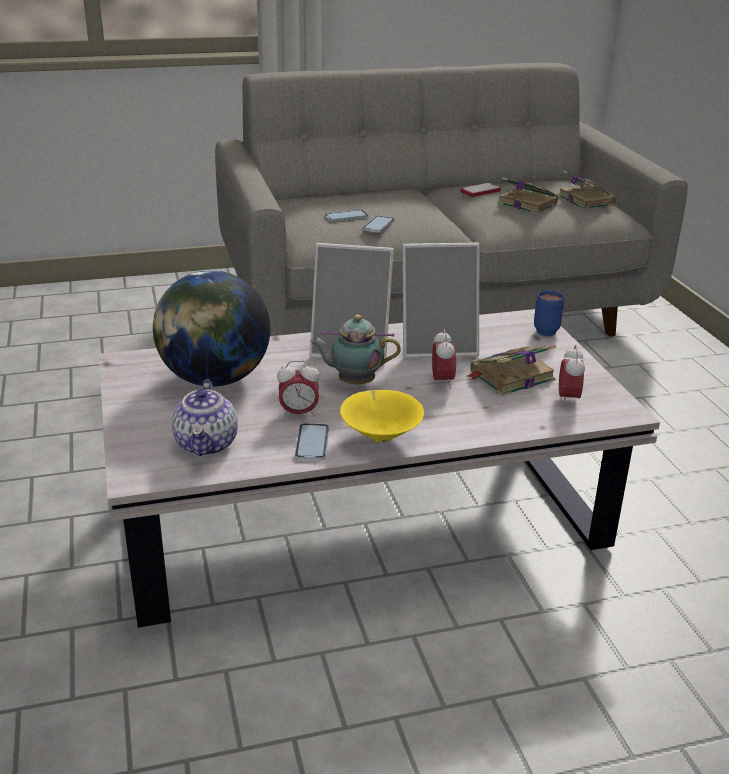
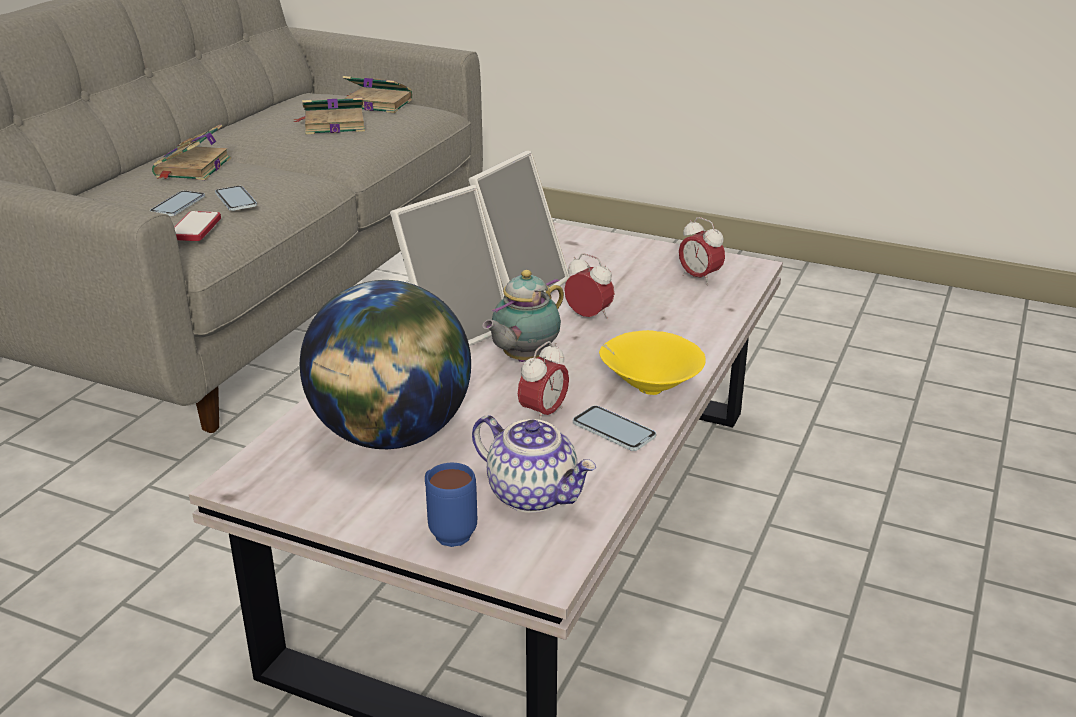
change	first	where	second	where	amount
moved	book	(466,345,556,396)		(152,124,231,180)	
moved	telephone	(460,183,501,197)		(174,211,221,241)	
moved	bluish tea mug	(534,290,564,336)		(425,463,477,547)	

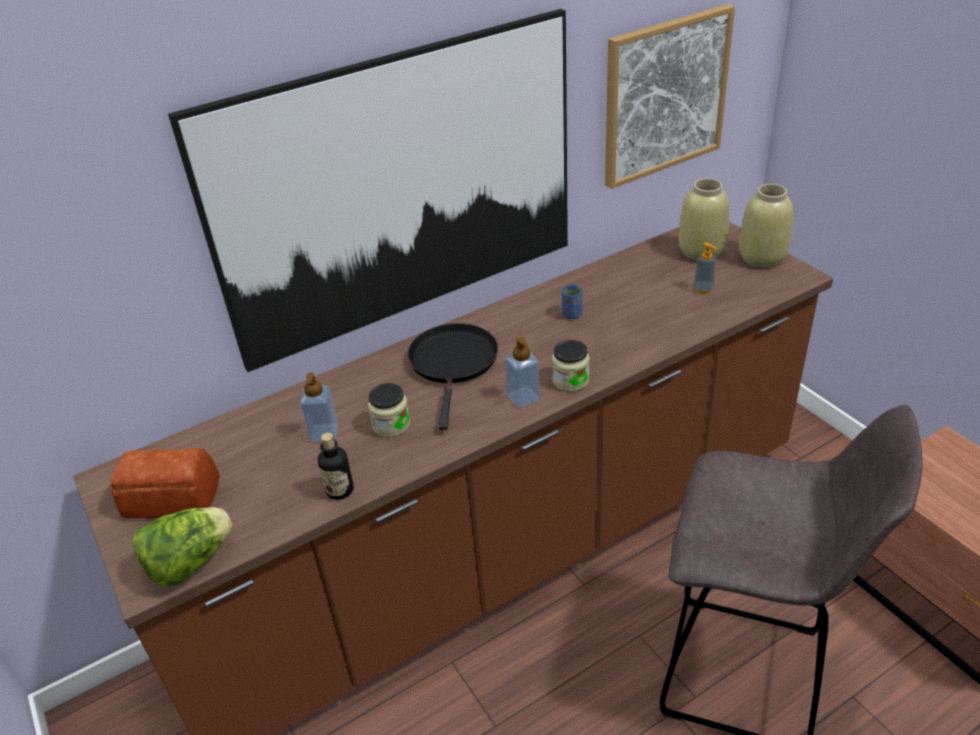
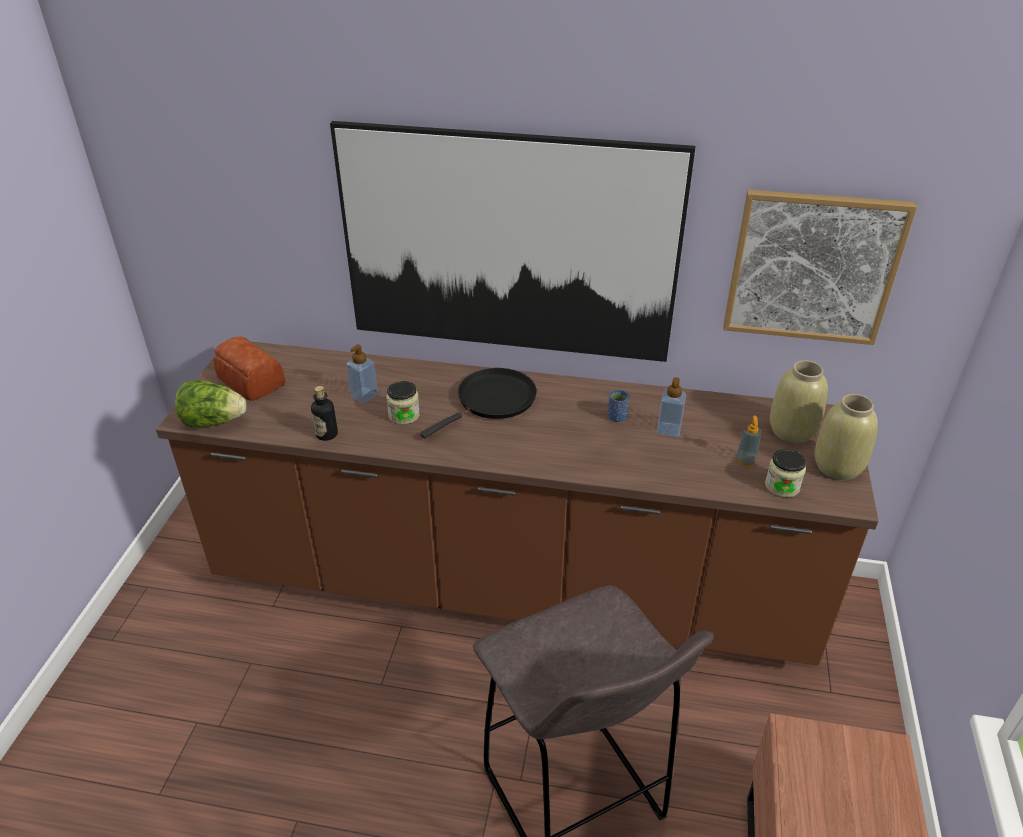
change	first	where	second	where	amount
moved	soap bottle	(505,337,540,408)		(657,377,686,437)	
moved	jar	(552,340,590,392)		(765,449,806,498)	

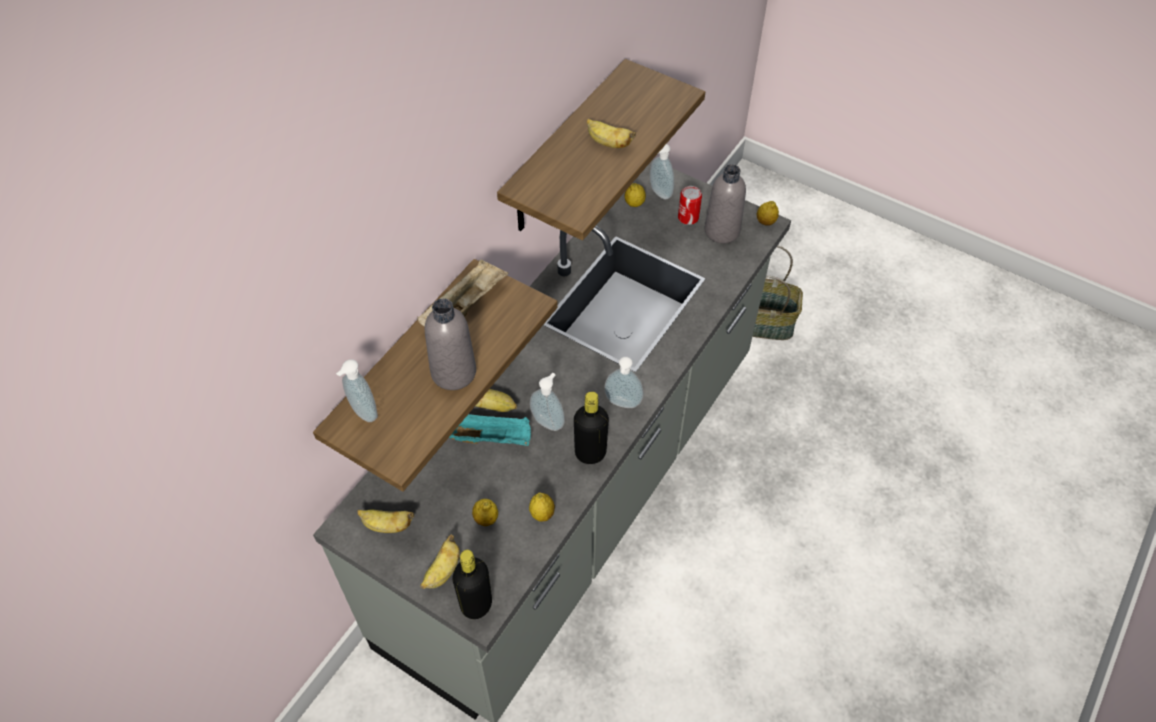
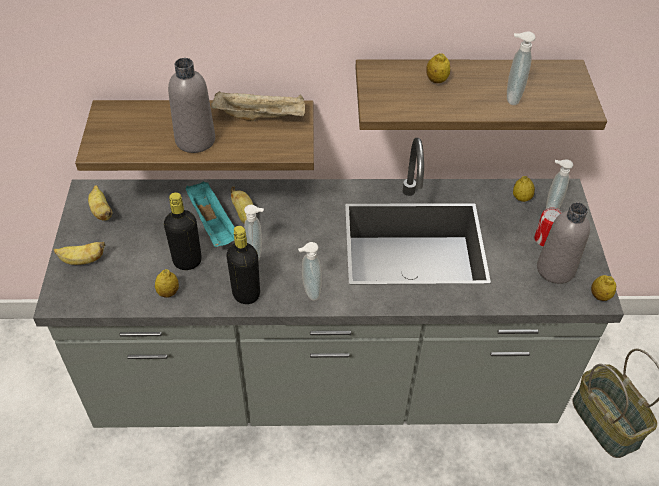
change	first	where	second	where	amount
moved	black drink bottle	(453,550,492,619)		(164,192,202,270)	
moved	whole lemon	(472,499,498,526)		(426,53,450,83)	
moved	soap bottle	(336,359,378,422)		(507,31,536,105)	
removed	banana fruit	(587,119,636,148)			

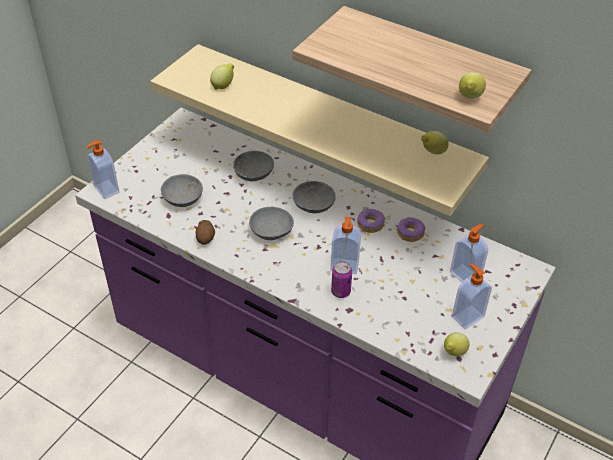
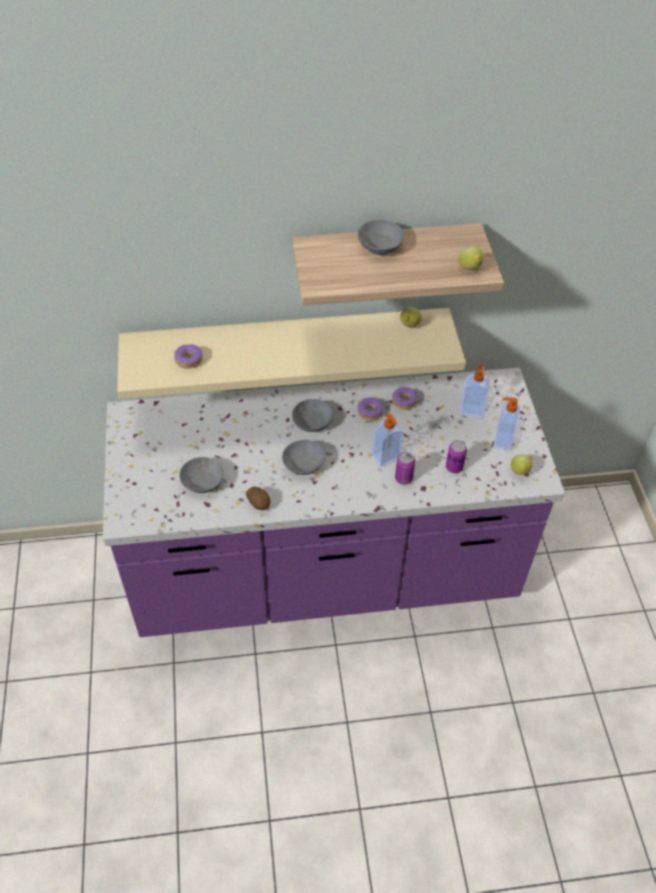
change	first	where	second	where	amount
replaced	whole lemon	(210,63,234,90)	donut	(174,344,203,369)	
moved	greyish serving bowl	(233,151,274,181)		(358,220,404,255)	
added			sealed can	(446,441,467,473)	
removed	soap bottle	(86,140,120,199)			

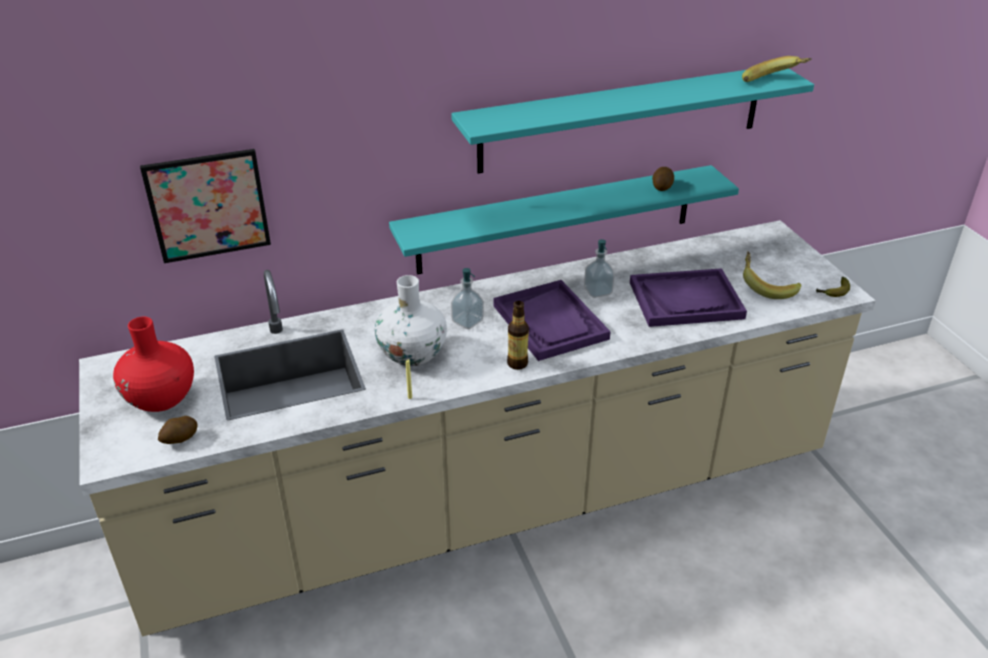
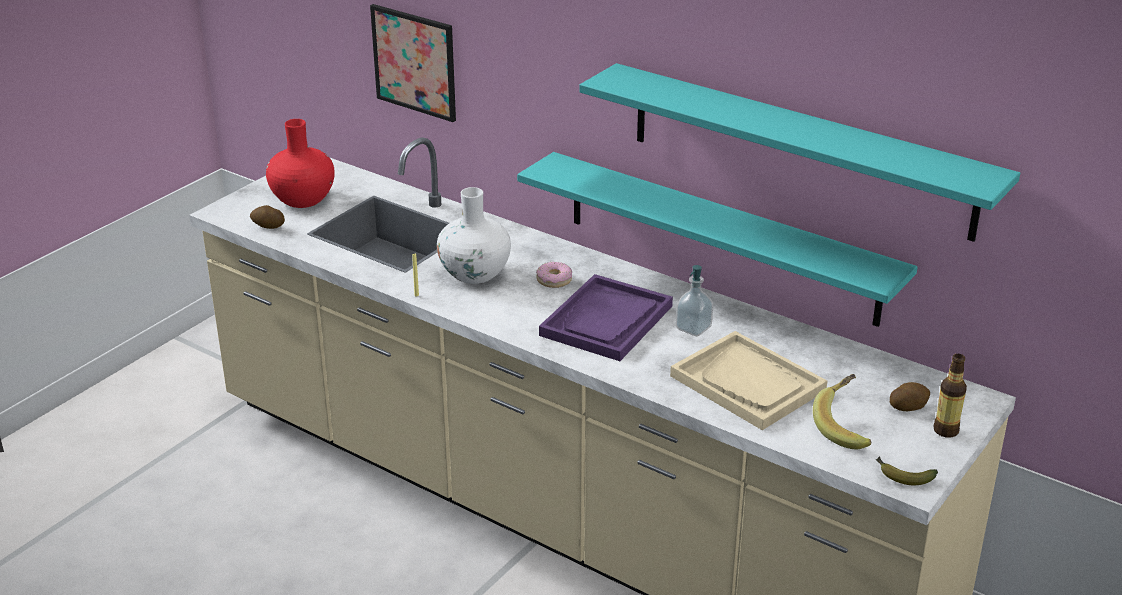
change	first	where	second	where	amount
replaced	soap bottle	(451,268,484,329)	donut	(536,262,572,288)	
recoloured	purple tray	(630,268,747,327)	beige tray	(670,331,827,430)	
moved	potato	(652,167,674,191)		(890,382,930,411)	
moved	drink bottle	(507,301,529,370)		(934,354,967,437)	
removed	banana fruit	(742,56,811,82)			

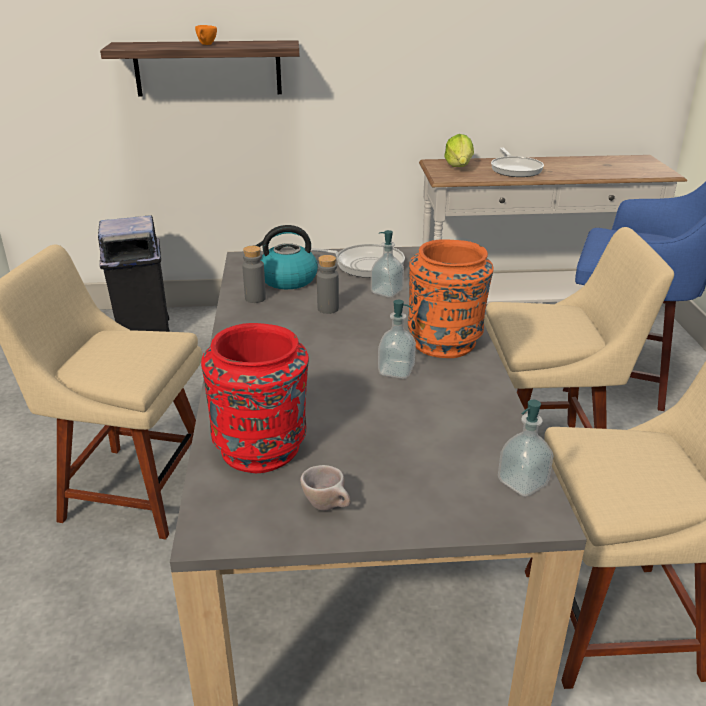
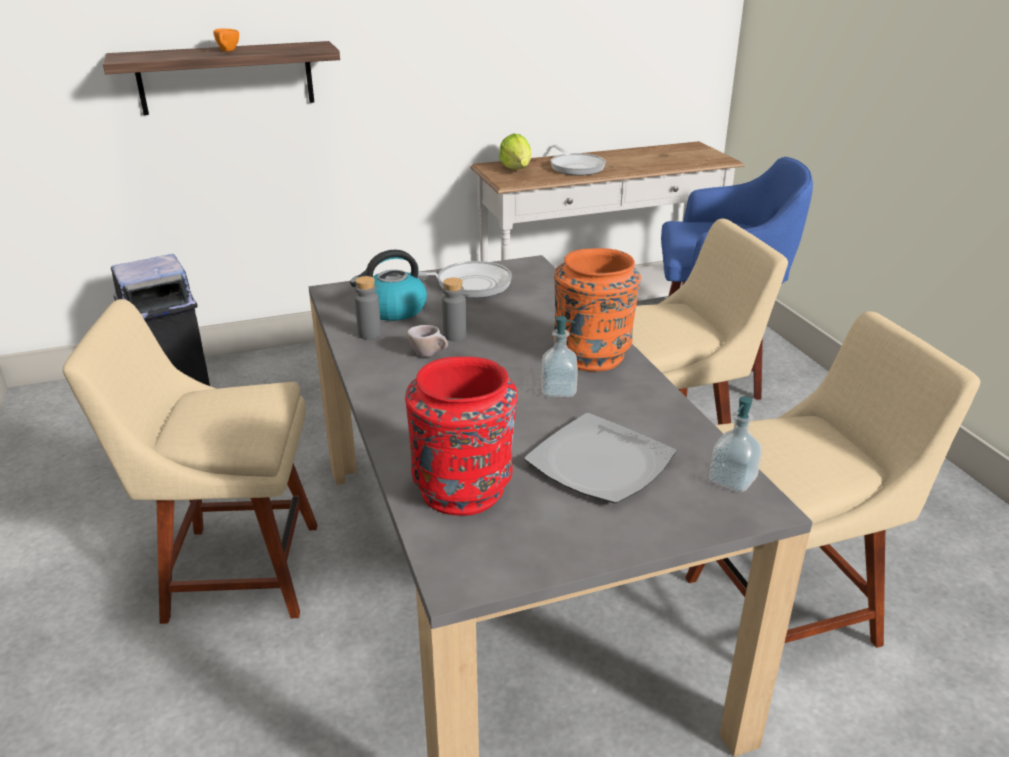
change	first	where	second	where	amount
moved	beige small cup	(300,465,351,511)		(407,325,448,357)	
added			plate	(524,413,676,503)	
removed	soap bottle	(371,230,404,298)			

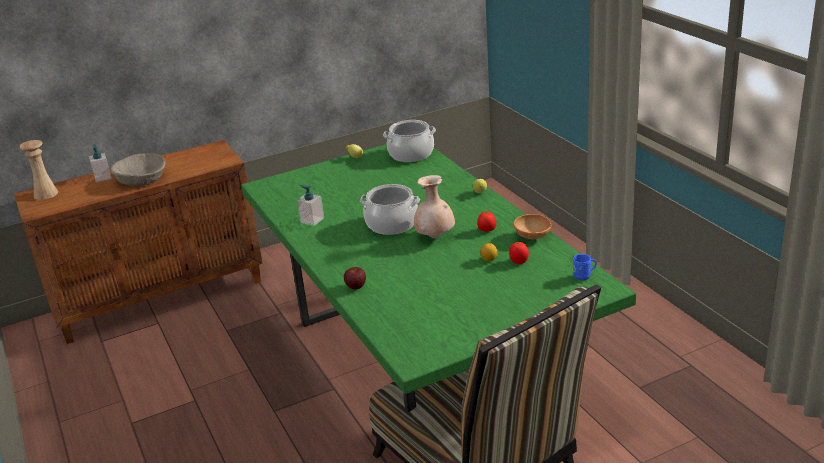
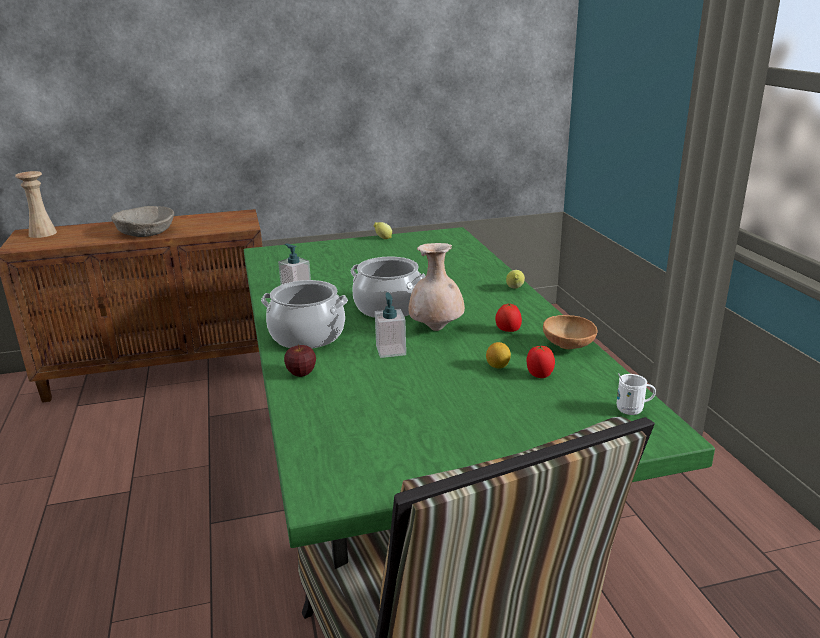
change	first	where	second	where	amount
moved	stockpot	(383,120,436,162)		(261,280,348,349)	
moved	soap bottle	(89,144,112,182)		(375,292,406,358)	
recoloured	bluish tea mug	(573,254,597,280)	white tea mug	(617,373,656,415)	

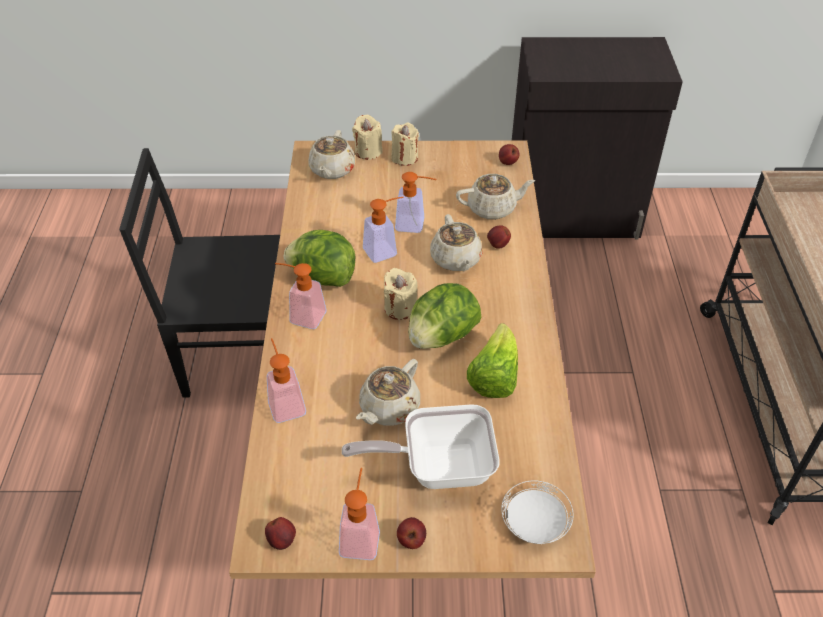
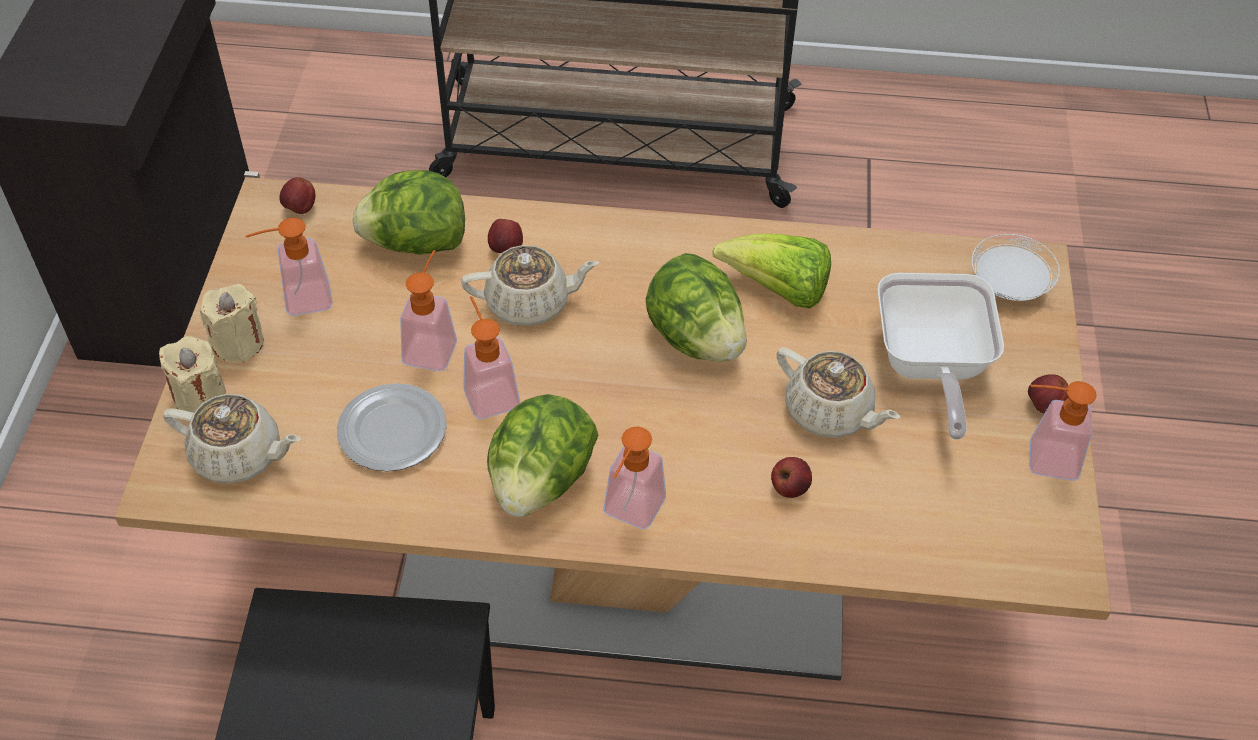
change	first	where	second	where	amount
moved	soap bottle	(267,338,306,423)		(245,218,333,316)	
added			plate	(337,383,447,472)	
replaced	beige tea pot	(456,174,535,220)	lettuce head	(353,170,465,255)	
moved	whole apple	(265,517,296,550)		(771,457,812,498)	
removed	beige wax candle	(384,268,418,320)			

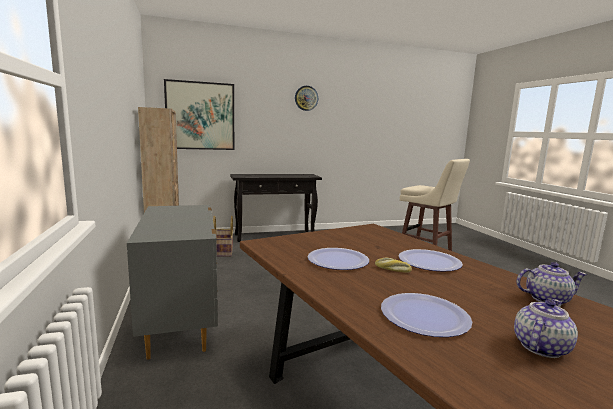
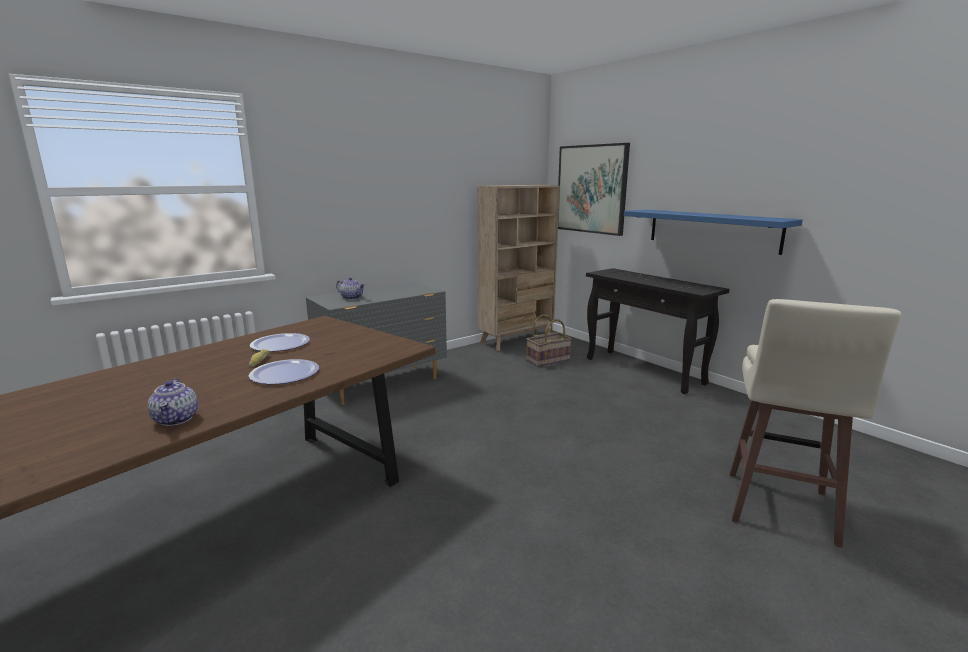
change	first	where	second	where	amount
moved	tea pot	(514,299,578,358)		(336,277,365,300)	
added			bluish bracket shelf	(624,210,803,255)	
removed	hanging clock	(295,86,318,111)			
removed	plate	(381,293,472,337)			

